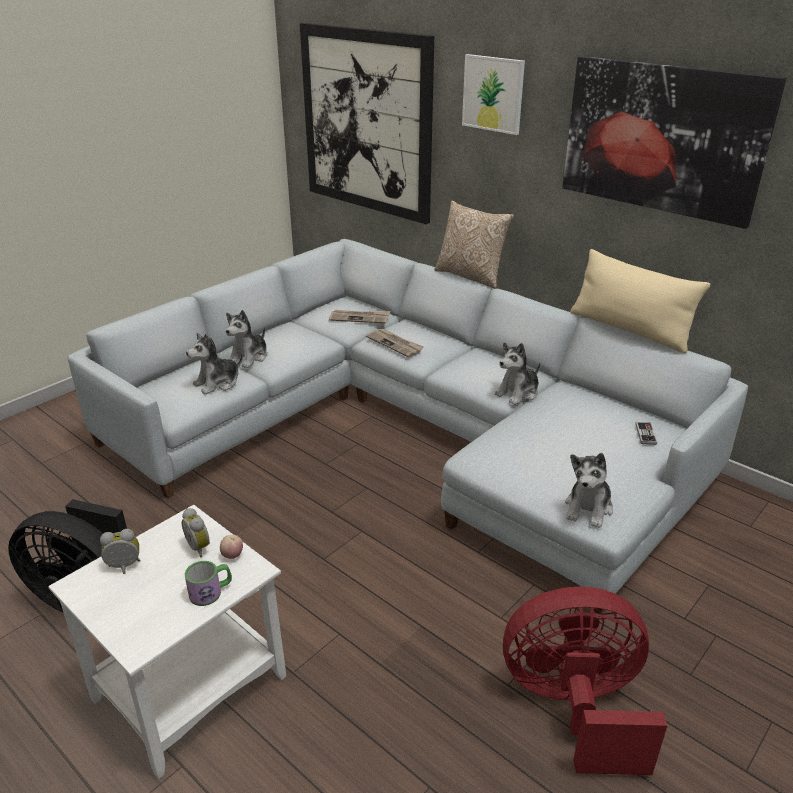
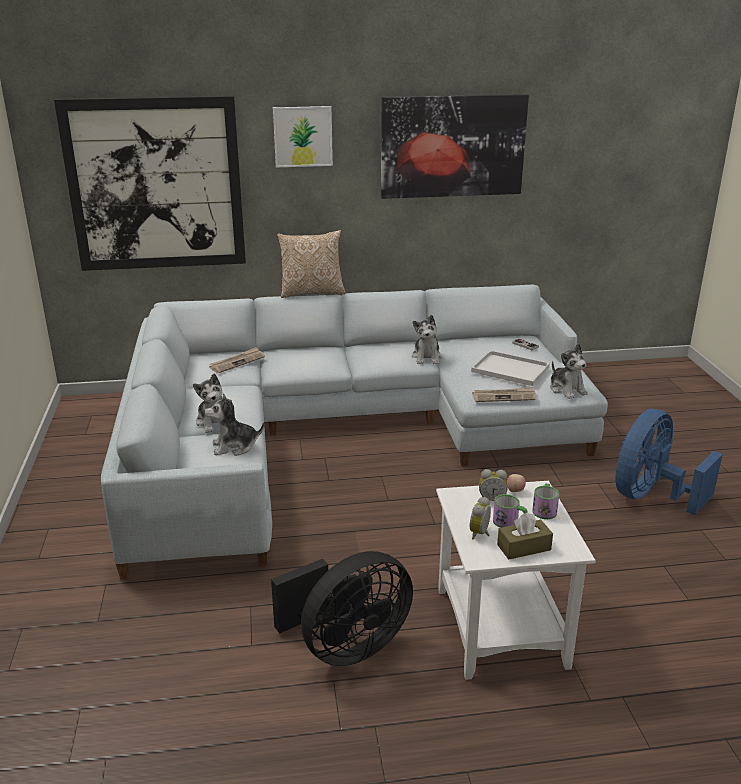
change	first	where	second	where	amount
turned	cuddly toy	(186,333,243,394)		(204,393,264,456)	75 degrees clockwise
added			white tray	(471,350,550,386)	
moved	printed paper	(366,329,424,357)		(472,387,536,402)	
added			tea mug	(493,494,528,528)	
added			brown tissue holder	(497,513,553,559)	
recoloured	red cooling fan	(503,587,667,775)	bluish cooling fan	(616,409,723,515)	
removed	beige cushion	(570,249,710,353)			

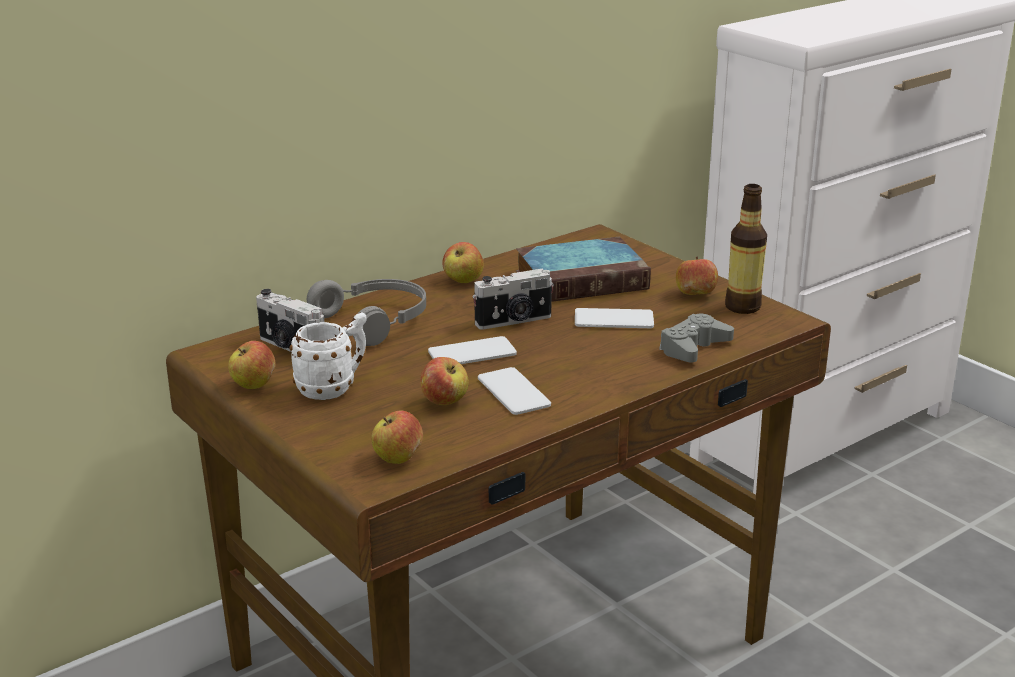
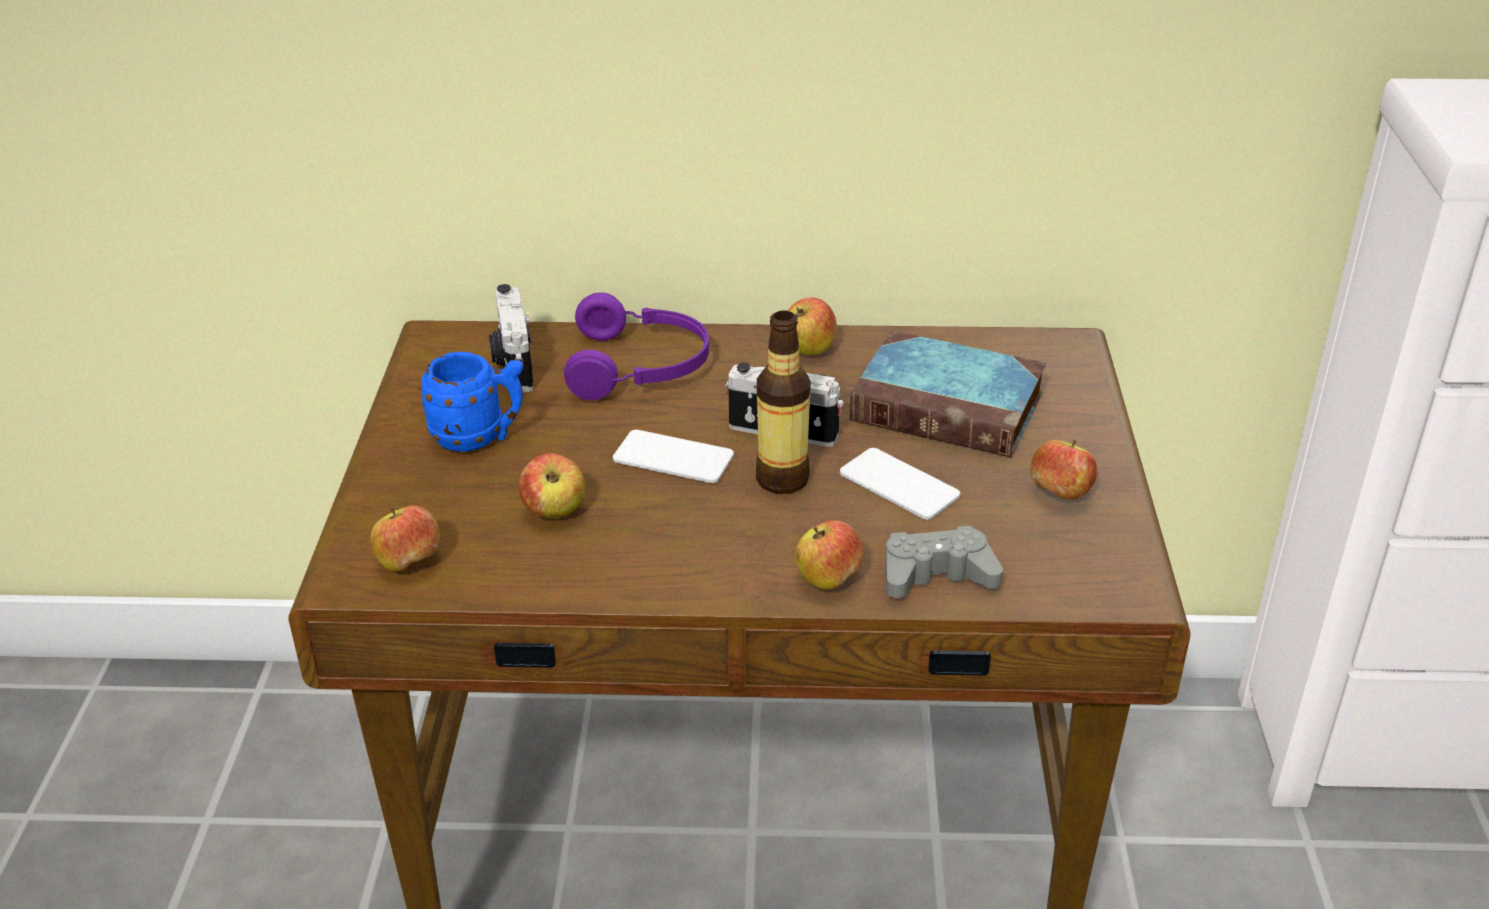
change	first	where	second	where	amount
recoloured	white tea mug	(289,312,367,400)	bluish tea mug	(419,352,523,452)	
recoloured	greyish headset	(307,279,426,346)	purple headset	(564,292,709,400)	
moved	drink bottle	(725,184,767,314)		(756,310,811,494)	
moved	whole apple	(228,341,275,389)		(795,520,863,590)	
removed	telephone	(478,367,551,415)			

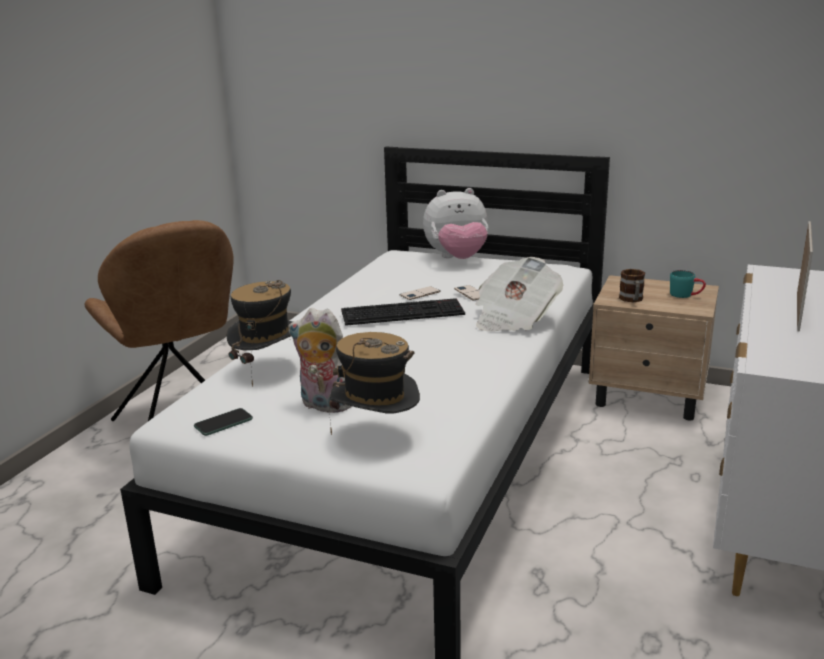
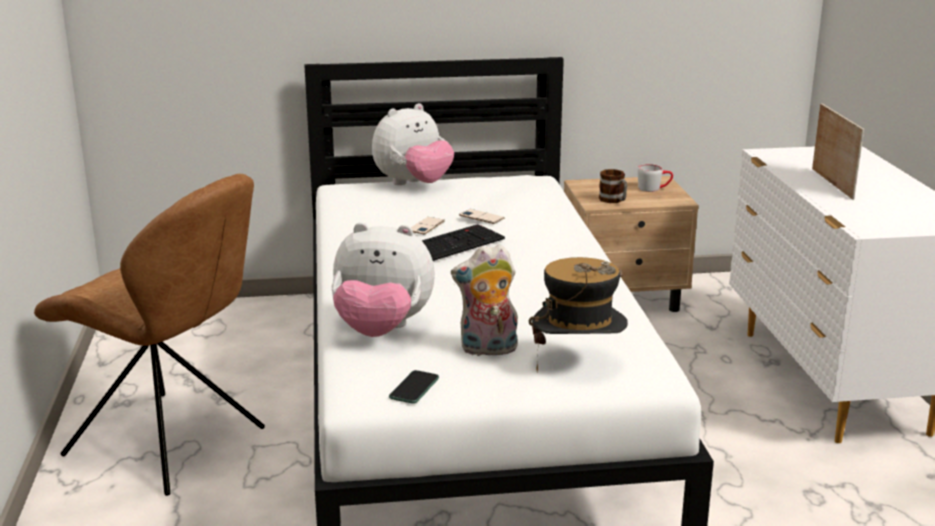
change	first	where	second	where	amount
replaced	wearable hat	(227,280,293,387)	cuddly toy	(331,222,435,337)	
recoloured	turquoise tea mug	(670,270,706,298)	greyish tea mug	(638,164,673,192)	
removed	printed paper	(475,257,563,332)			

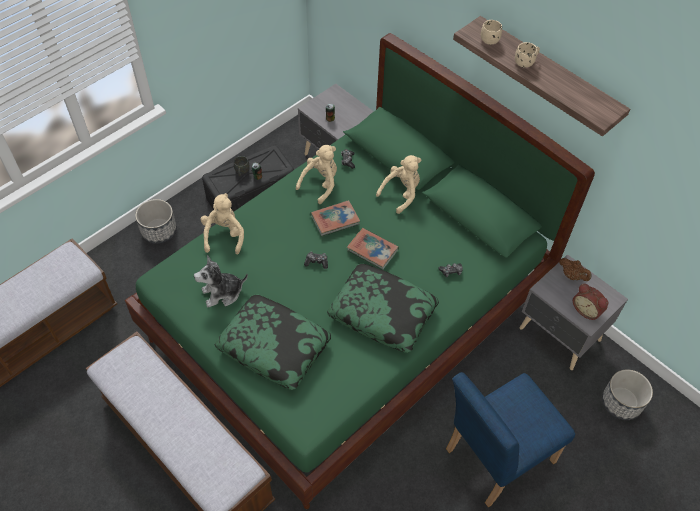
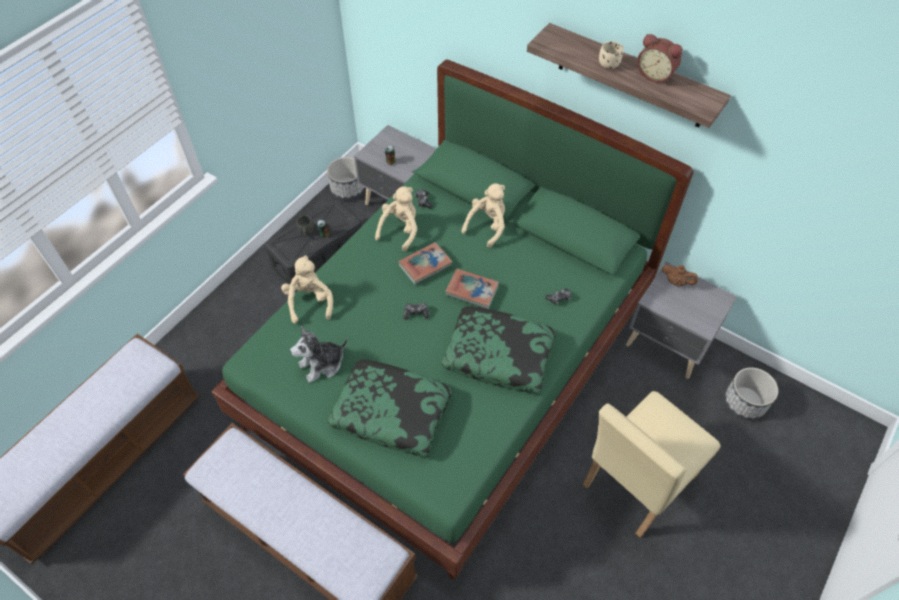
change	first	where	second	where	amount
moved	planter	(135,199,177,244)		(327,157,365,200)	
recoloured	bluish plain chair	(446,372,575,507)	beige plain chair	(582,391,721,538)	
moved	alarm clock	(573,284,608,320)		(637,34,683,83)	
removed	beige tea mug	(481,20,502,45)			

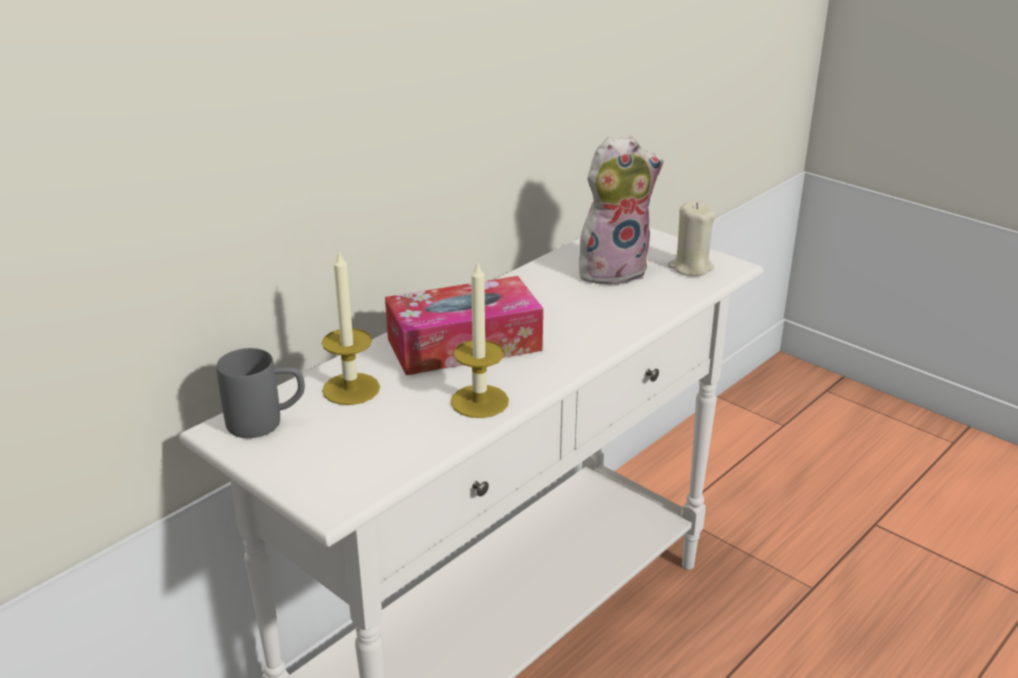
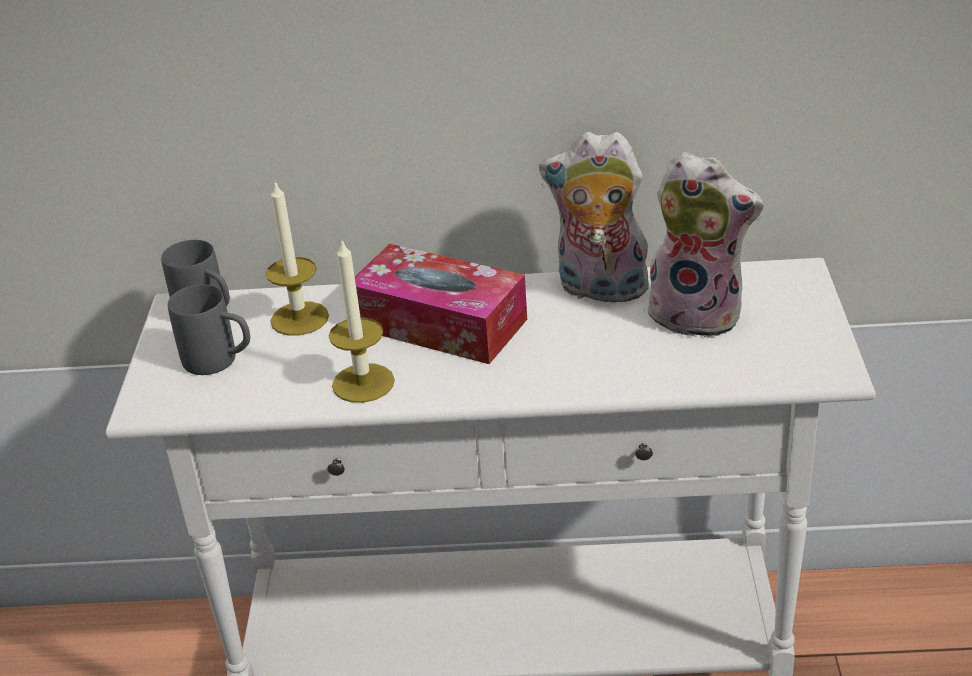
change	first	where	second	where	amount
added			greyish tea mug	(168,284,250,375)	
added			cuddly toy	(539,132,649,303)	
removed	beige wax candle	(668,201,715,276)			

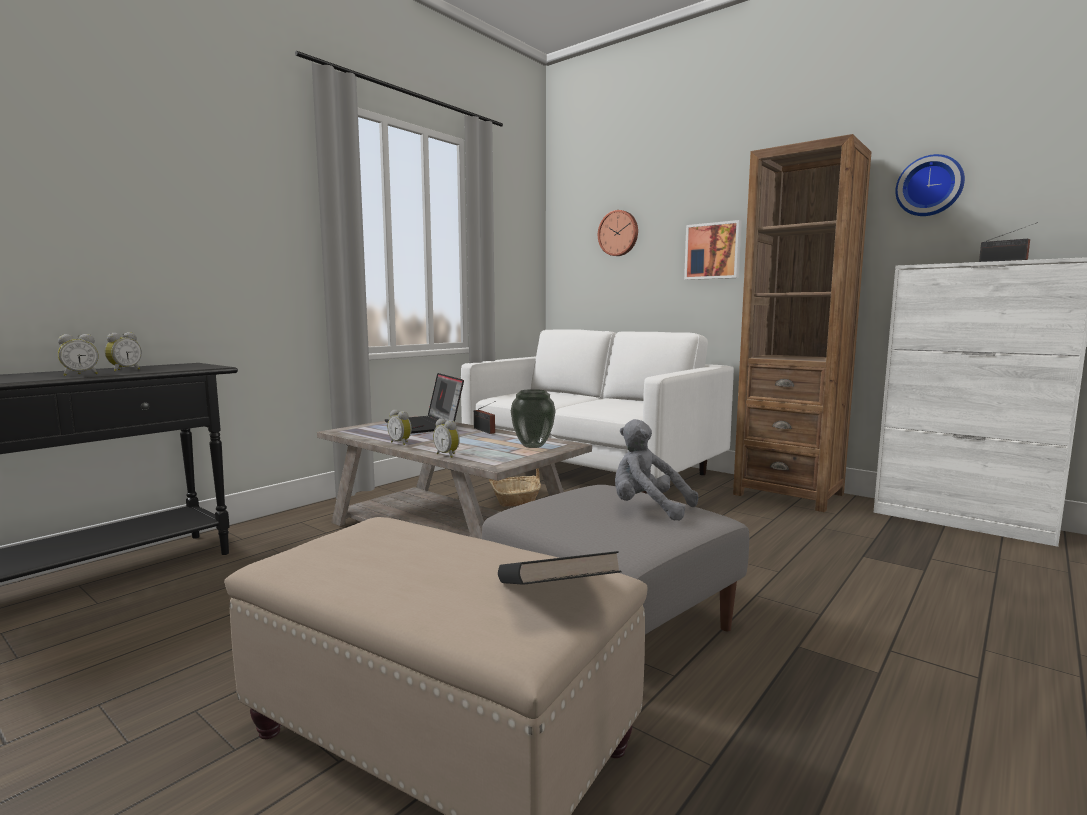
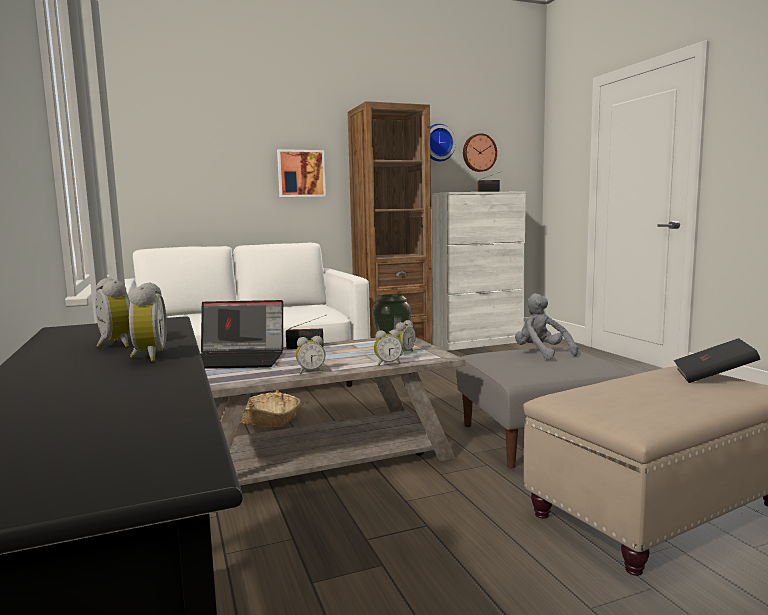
change	first	where	second	where	amount
added			alarm clock	(396,320,416,356)	
moved	hanging clock	(598,210,638,256)		(463,133,497,172)	
turned	greyish cuddly toy	(615,419,698,521)		(515,293,578,360)	90 degrees clockwise

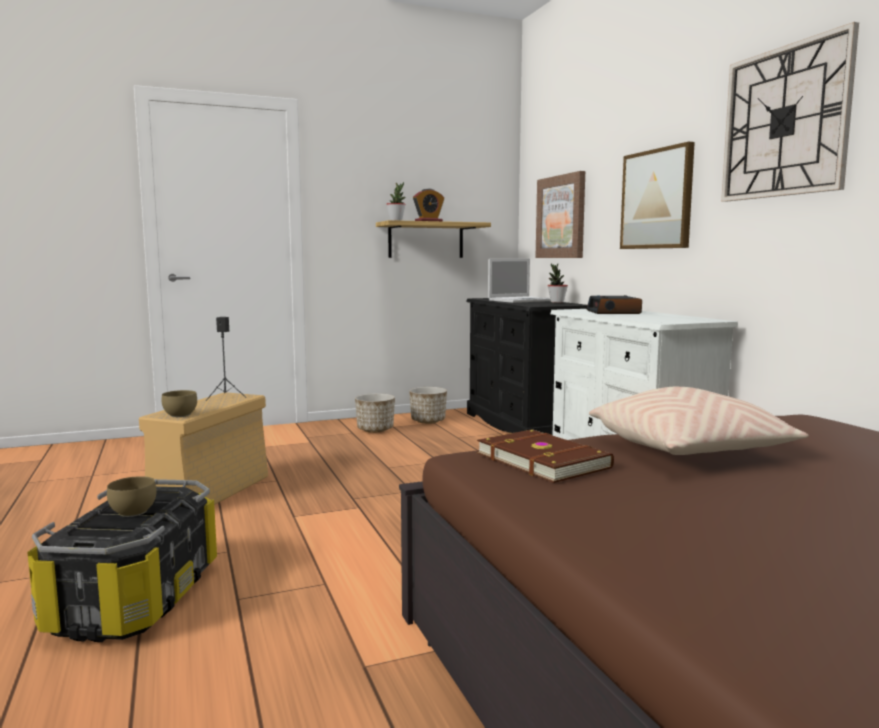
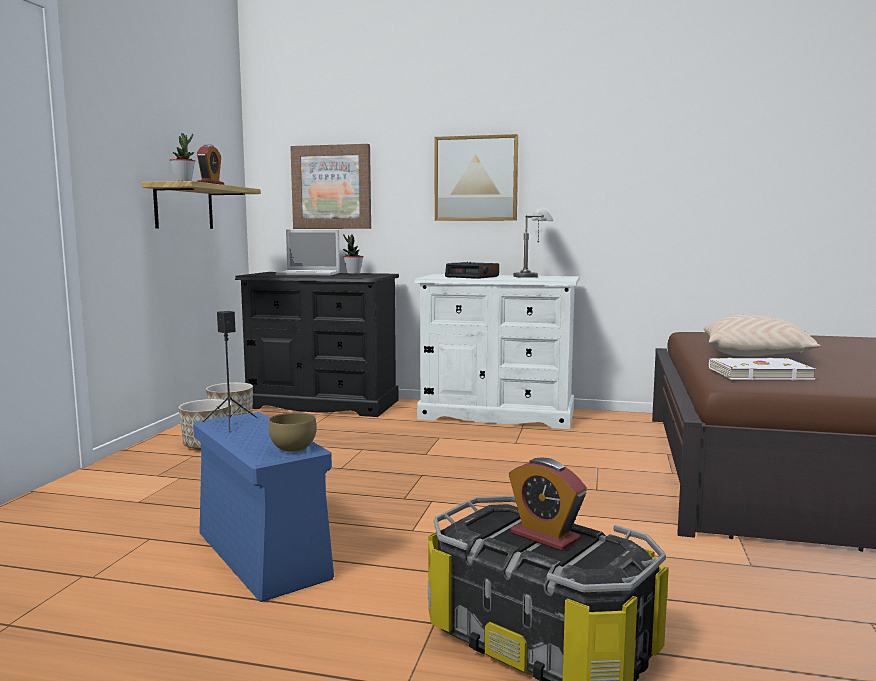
change	first	where	second	where	amount
recoloured	beige storage bin	(139,392,268,505)	bluish storage bin	(193,412,334,602)	
turned	laptop	(488,258,551,303)		(276,229,340,276)	90 degrees clockwise
replaced	brown serving bowl	(107,476,156,517)	alarm clock	(509,458,587,551)	
added			greyish table lamp	(513,207,553,278)	
recoloured	brown book	(477,429,614,483)	white book	(709,358,816,380)	
removed	hanging clock	(721,22,859,202)			

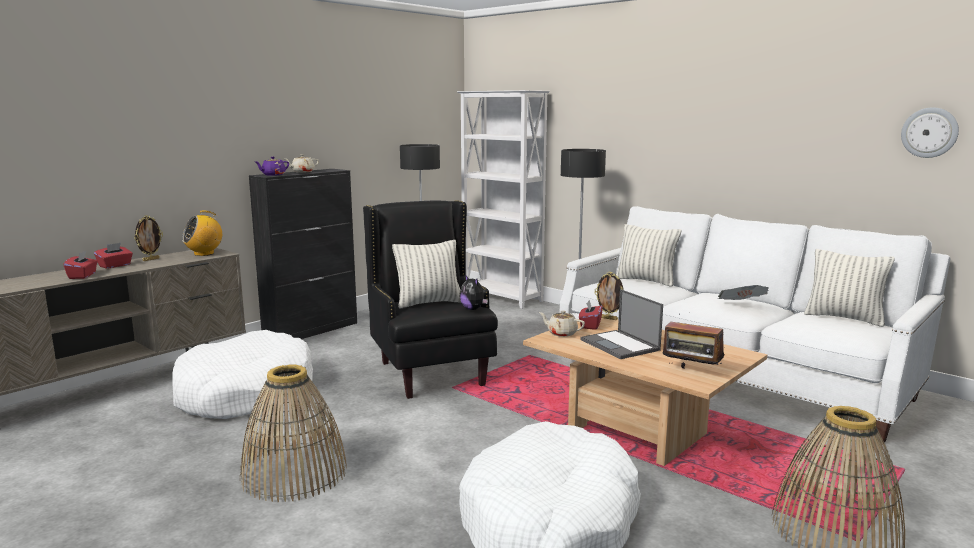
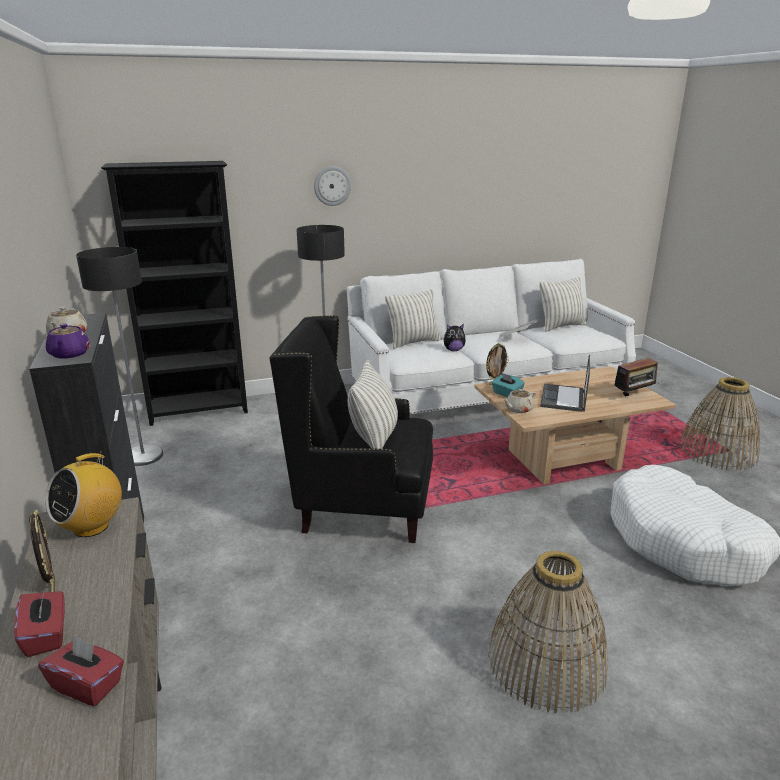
change	first	where	second	where	amount
turned	radio receiver	(182,211,222,256)		(45,451,122,537)	45 degrees clockwise
recoloured	white bookshelf	(457,90,550,309)	black bookshelf	(101,161,248,426)	
moved	hanging clock	(901,107,959,158)		(314,166,351,206)	
moved	cuddly toy	(460,275,488,310)		(444,324,466,351)	
recoloured	red tissue holder	(579,300,603,330)	turquoise tissue holder	(492,373,525,398)	
turned	laptop	(580,289,663,359)		(540,354,590,412)	105 degrees clockwise
removed	white pet bed	(172,330,313,419)			

